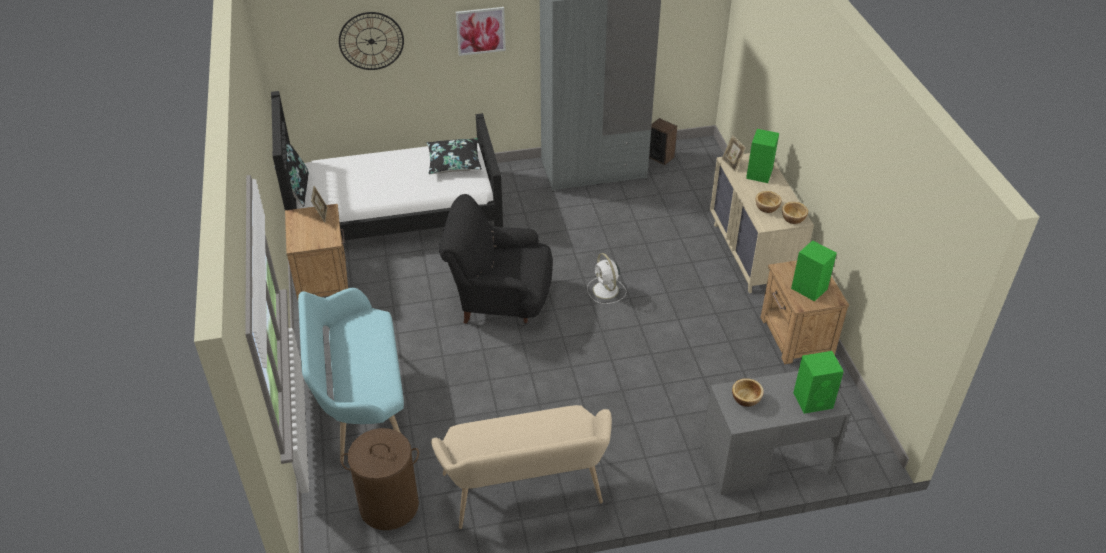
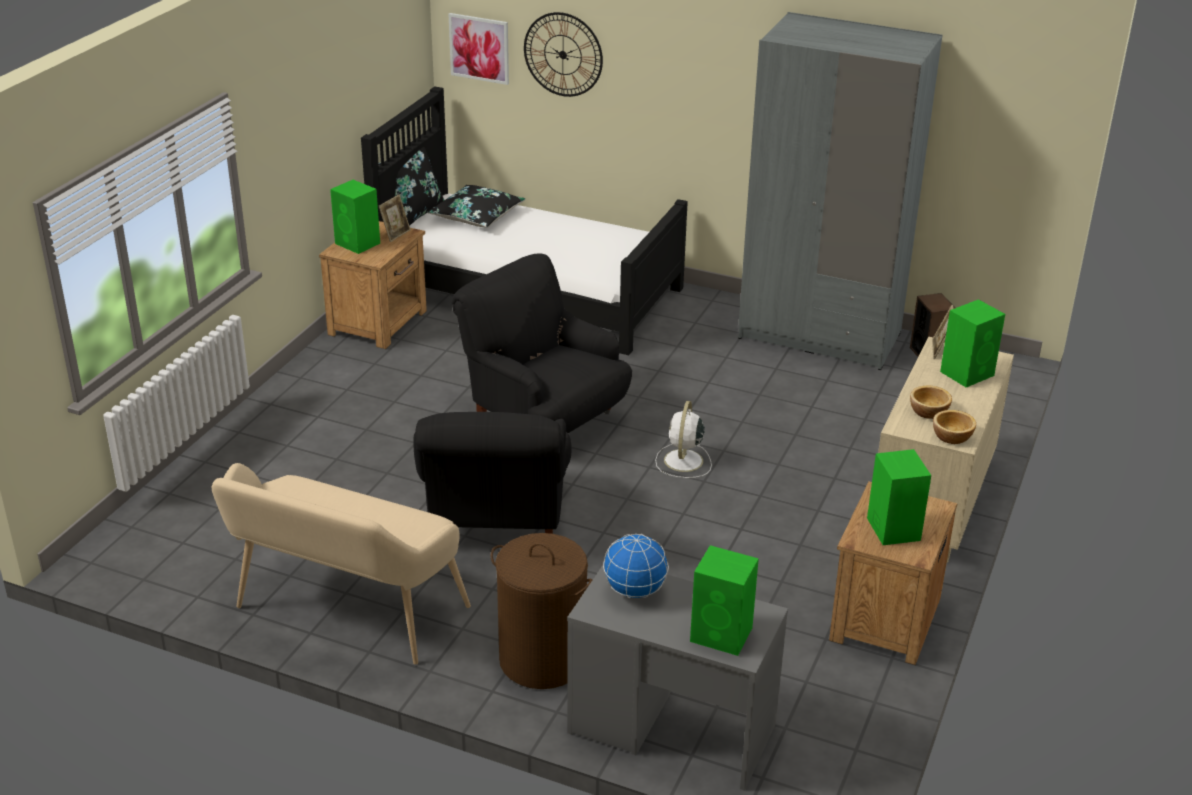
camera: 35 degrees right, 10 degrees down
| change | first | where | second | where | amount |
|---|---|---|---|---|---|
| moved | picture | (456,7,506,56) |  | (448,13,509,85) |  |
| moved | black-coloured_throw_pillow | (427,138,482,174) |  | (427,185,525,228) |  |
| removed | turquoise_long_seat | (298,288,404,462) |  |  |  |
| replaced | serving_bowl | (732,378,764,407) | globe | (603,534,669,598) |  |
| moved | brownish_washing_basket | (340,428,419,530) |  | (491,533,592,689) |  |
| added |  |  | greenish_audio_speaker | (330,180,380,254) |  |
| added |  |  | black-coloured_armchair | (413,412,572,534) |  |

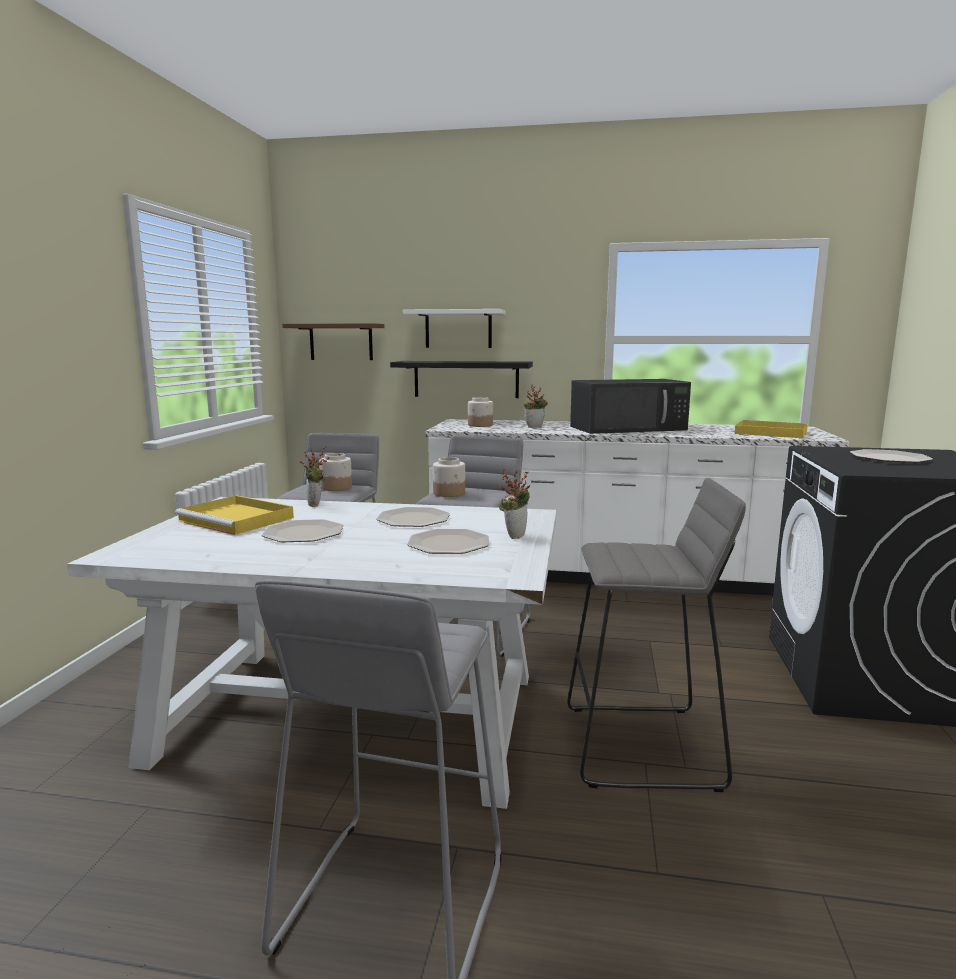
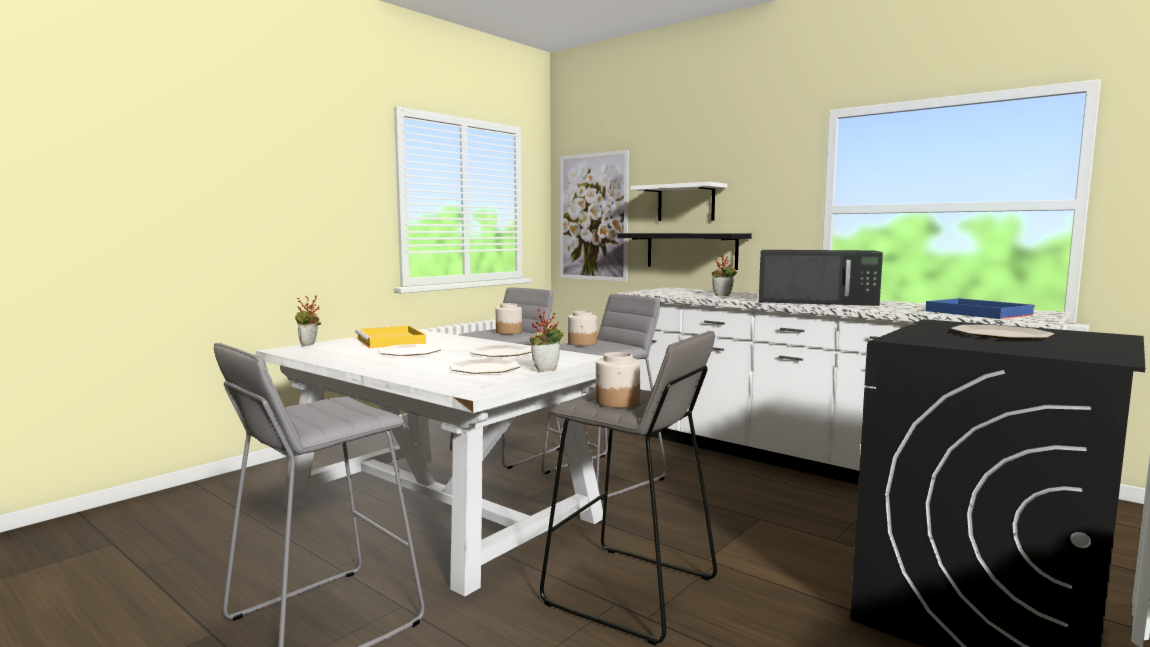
camera: 30 degrees right, 5 degrees down
| change | first | where | second | where | amount |
|---|---|---|---|---|---|
| replaced | brownish_shelf | (282,323,384,360) | picture | (560,150,629,282) |  |
| moved | jar | (468,397,493,427) |  | (596,352,641,408) |  |
| recoloured | yellow-coloured_tray | (735,420,808,438) | bluish_tray | (925,298,1035,319) |  |
| moved | plant_in_a_pot | (300,446,329,507) |  | (295,295,321,346) |  |

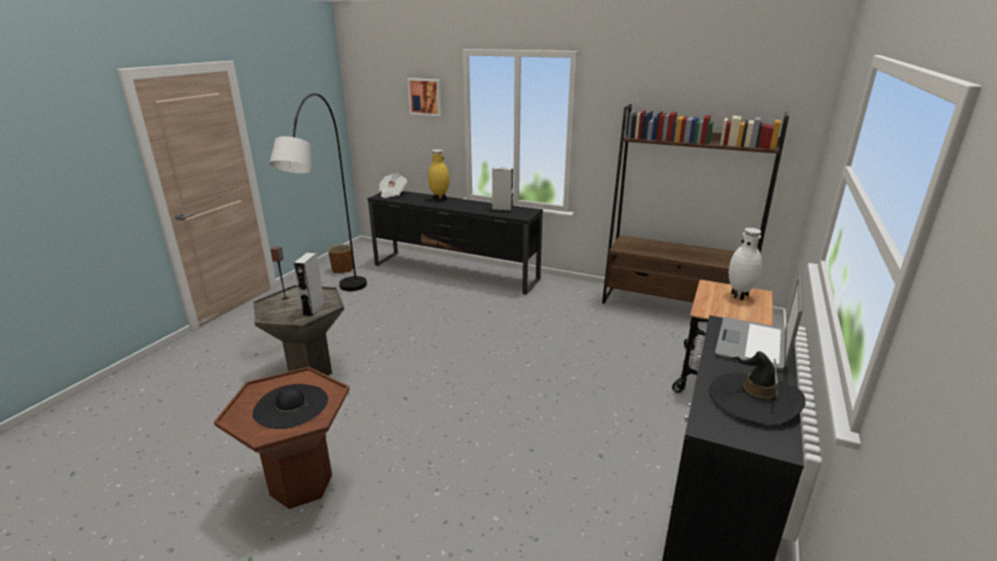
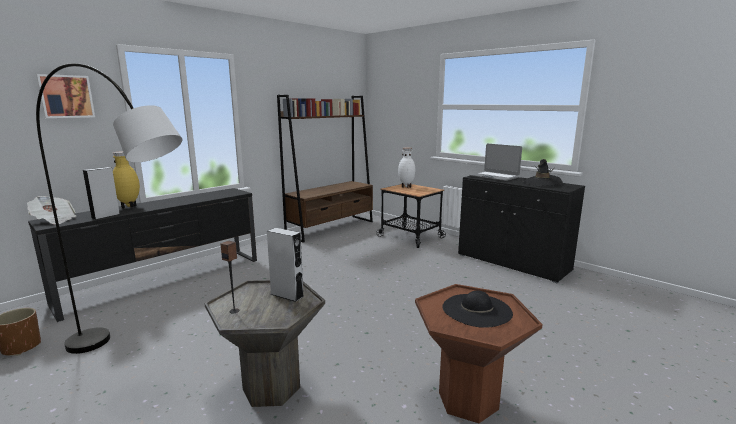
camera: 70 degrees left, 10 degrees down
| change | first | where | second | where | amount |
|---|---|---|---|---|---|
| moved | gray_audio_speaker | (492,167,513,211) |  | (83,167,120,220) |  |

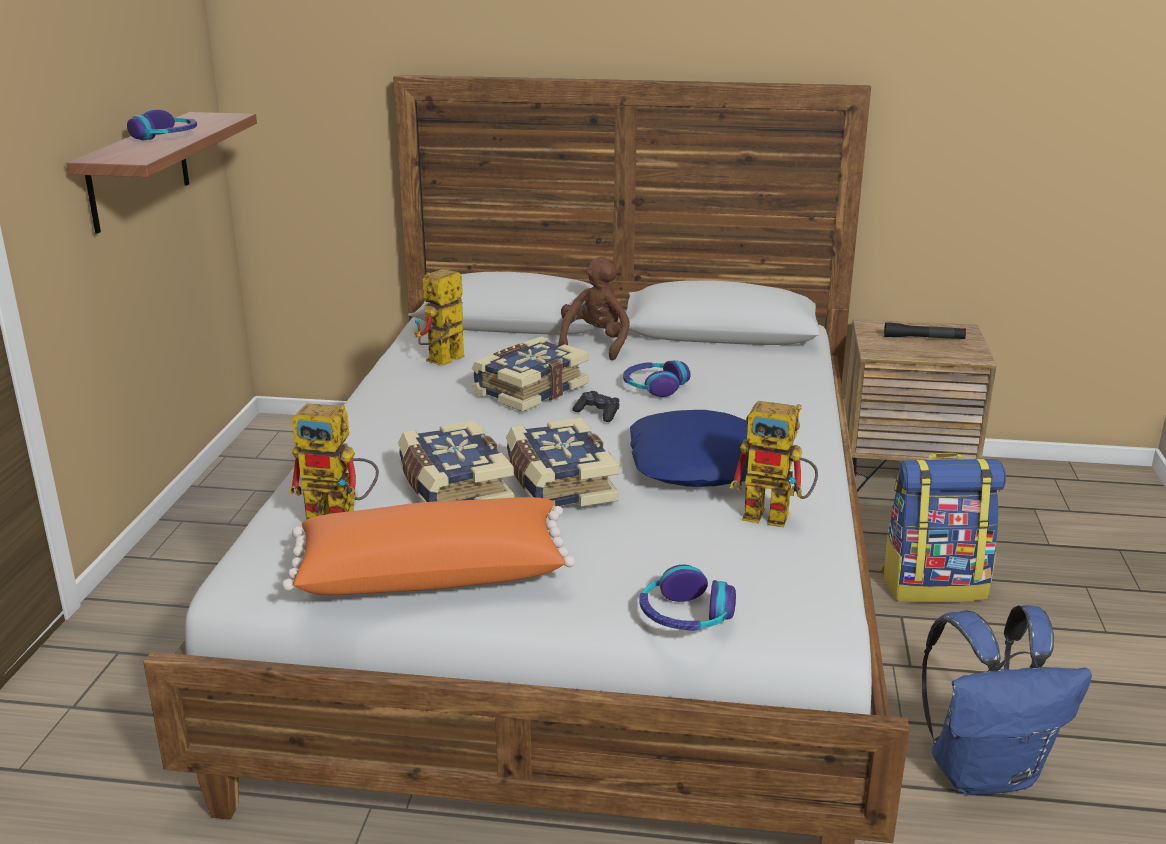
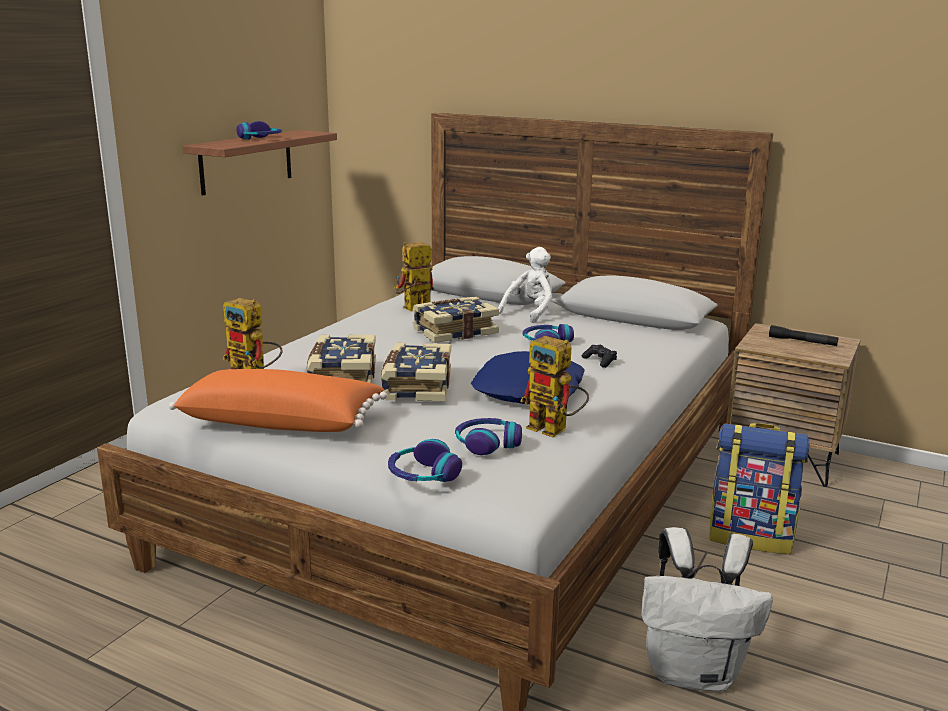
camera: 20 degrees right, 5 degrees down
| change | first | where | second | where | amount |
|---|---|---|---|---|---|
| recoloured | brownish_soft_toy | (558,257,630,361) | white_soft_toy | (498,247,552,323) |  |
| moved | black-coloured_game_controller | (573,391,620,422) |  | (582,345,617,368) |  |
| recoloured | bluish_rucksack | (922,605,1092,796) | white_rucksack | (641,527,773,691) |  |
| added |  |  | pair_of_headphones | (455,418,522,455) |  |

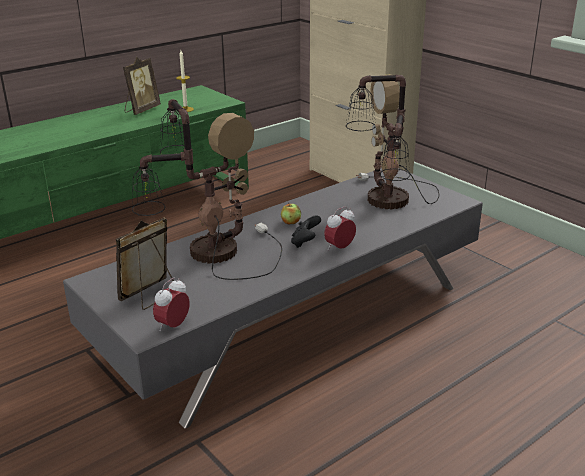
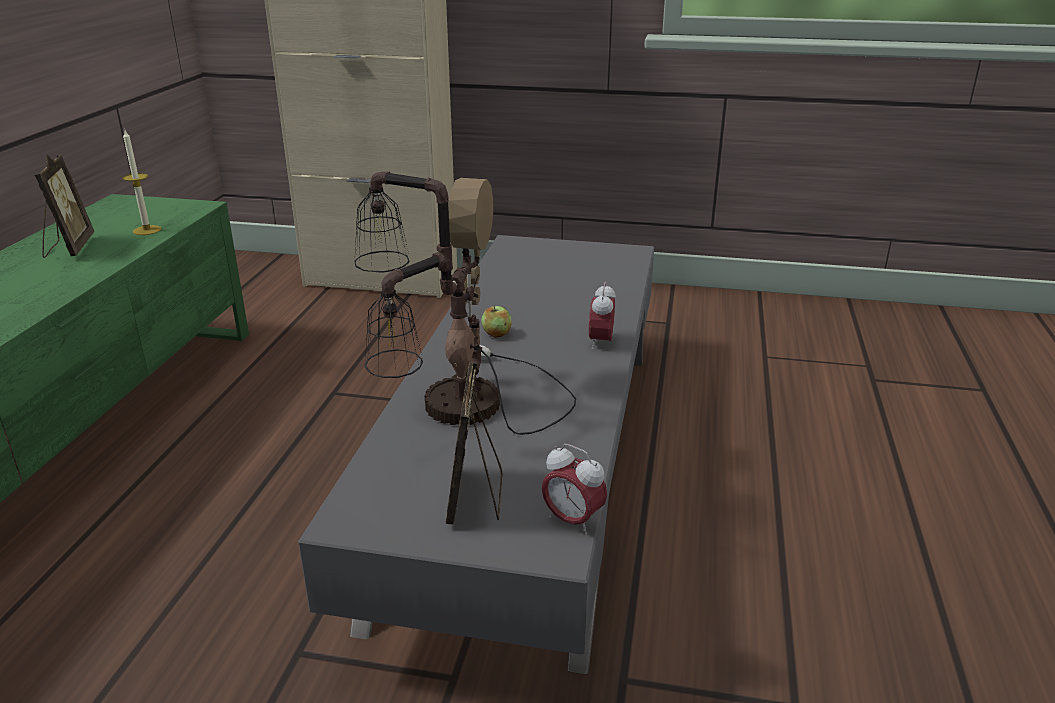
camera: 40 degrees left, 0 degrees up
| change | first | where | second | where | amount |
|---|---|---|---|---|---|
| removed | table_lamp | (346,74,439,210) |  |  |  |
| removed | black-coloured_game_controller | (291,216,321,248) |  |  |  |
| turned | alarm_clock | (153,278,190,331) |  | (542,444,607,535) | 45 degrees counterclockwise |

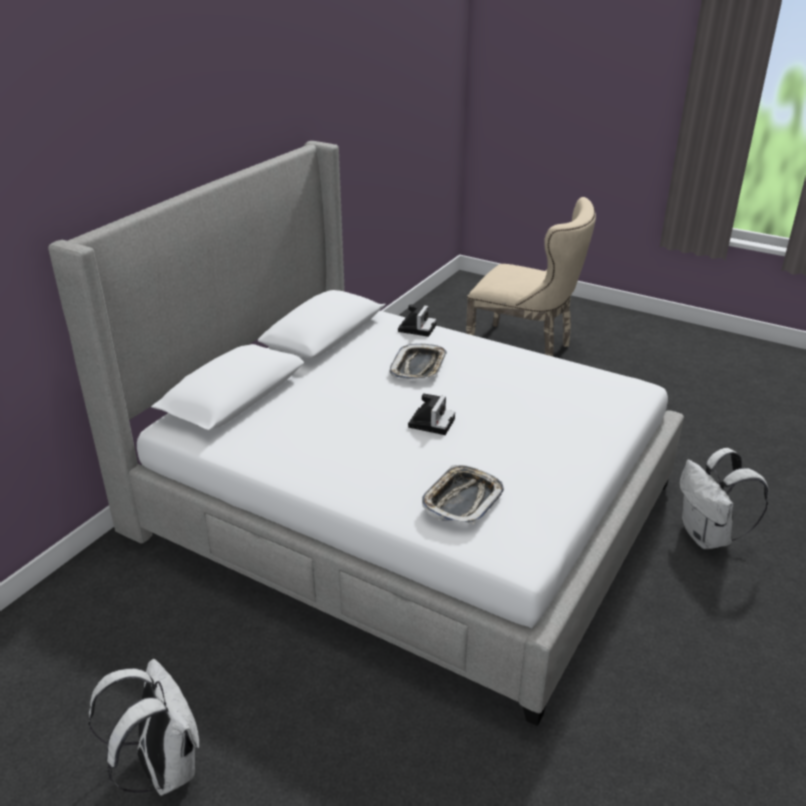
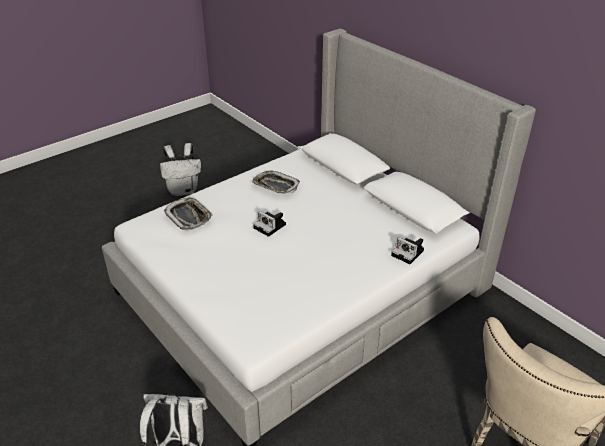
camera: 110 degrees right, 5 degrees up
| change | first | where | second | where | amount |
|---|---|---|---|---|---|
| moved | tray | (390,344,447,380) |  | (252,171,300,194) |  |

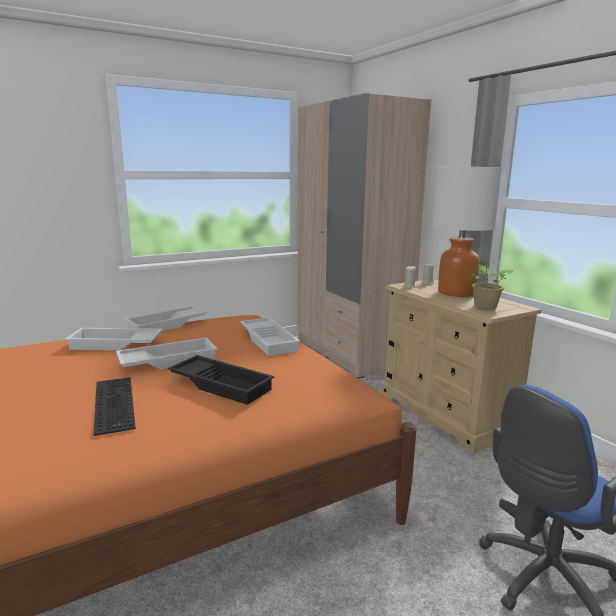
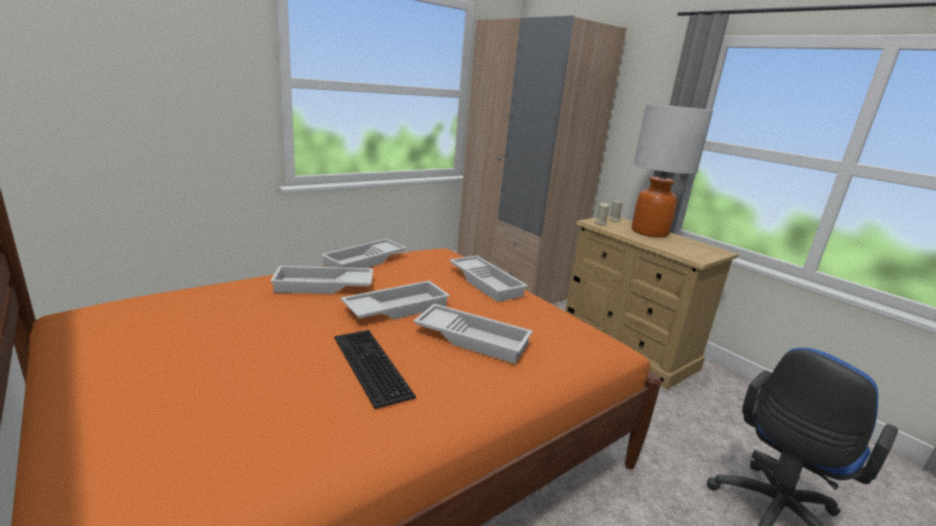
camera: 10 degrees left, 5 degrees up
| change | first | where | second | where | amount |
|---|---|---|---|---|---|
| removed | plant_in_a_pot | (470,260,513,309) |  |  |  |
| recoloured | black-coloured_tray | (168,355,274,405) | white_tray | (413,304,533,364) |  |

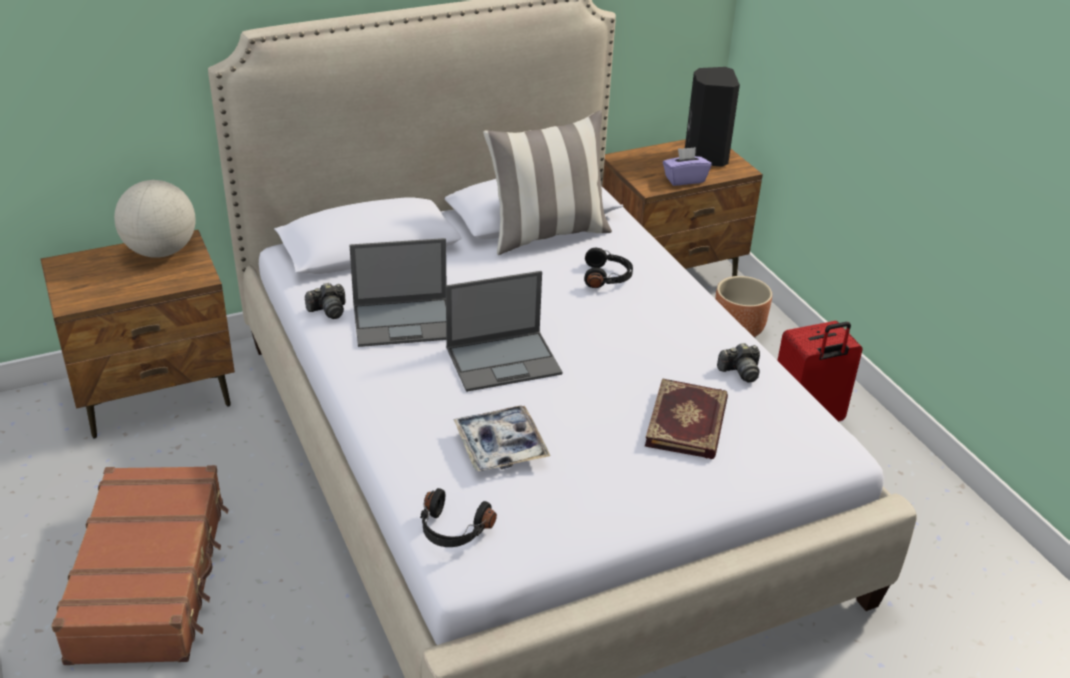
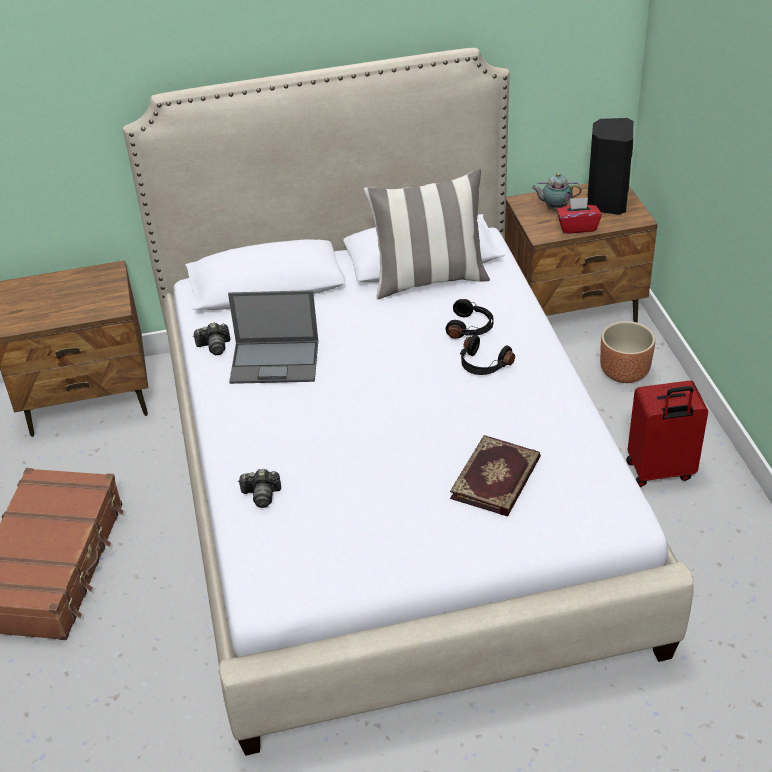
camera: 15 degrees right, 5 degrees up
| change | first | where | second | where | amount |
|---|---|---|---|---|---|
| recoloured | purple_box_of_tissues | (663,147,712,186) | red-coloured_box_of_tissues | (557,198,602,234) |  |
| removed | globe | (114,180,196,258) |  |  |  |
| removed | notebook_computer | (446,271,562,392) |  |  |  |
| moved | photo_camera | (717,343,760,382) |  | (238,469,281,508) |  |
| removed | tray | (453,405,550,471) |  |  |  |
| moved | black-coloured_pair_of_headphones | (420,488,497,547) |  | (460,335,515,375) |  |
| added |  |  | teapot | (531,173,582,211) |  |

